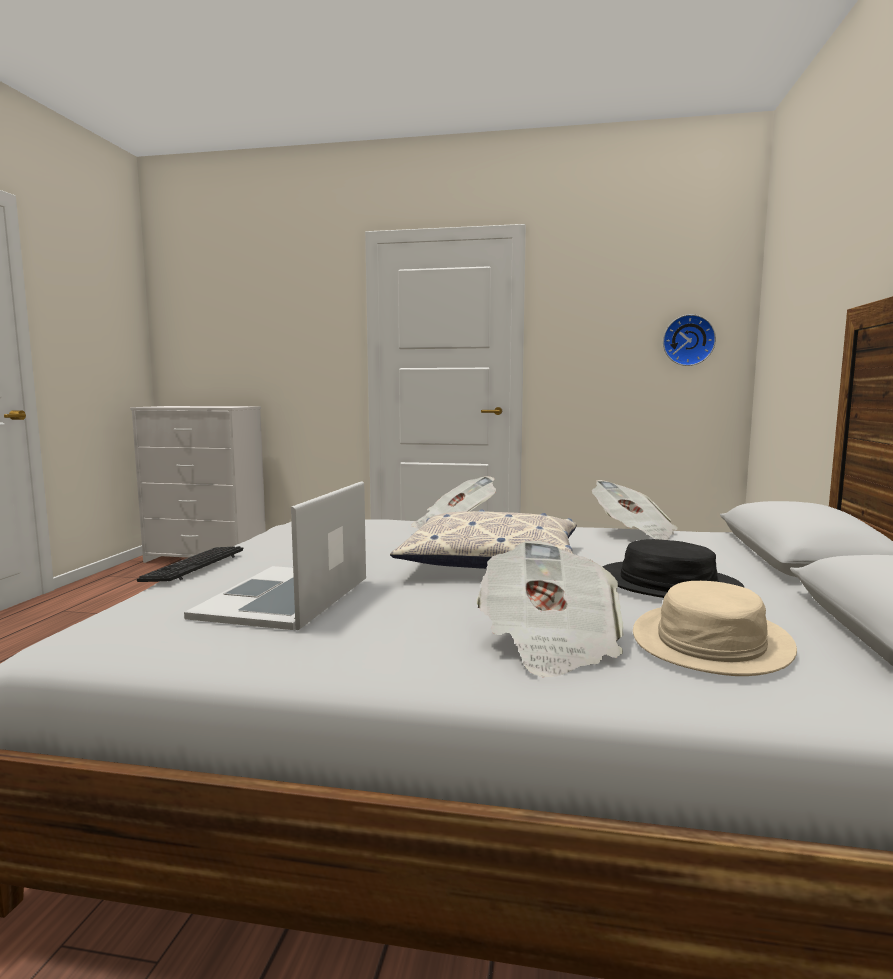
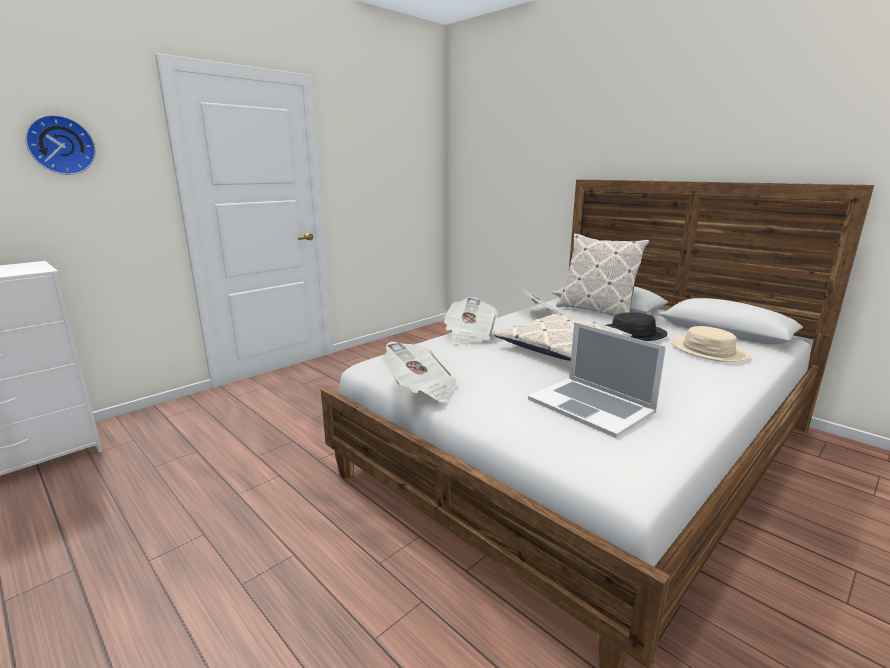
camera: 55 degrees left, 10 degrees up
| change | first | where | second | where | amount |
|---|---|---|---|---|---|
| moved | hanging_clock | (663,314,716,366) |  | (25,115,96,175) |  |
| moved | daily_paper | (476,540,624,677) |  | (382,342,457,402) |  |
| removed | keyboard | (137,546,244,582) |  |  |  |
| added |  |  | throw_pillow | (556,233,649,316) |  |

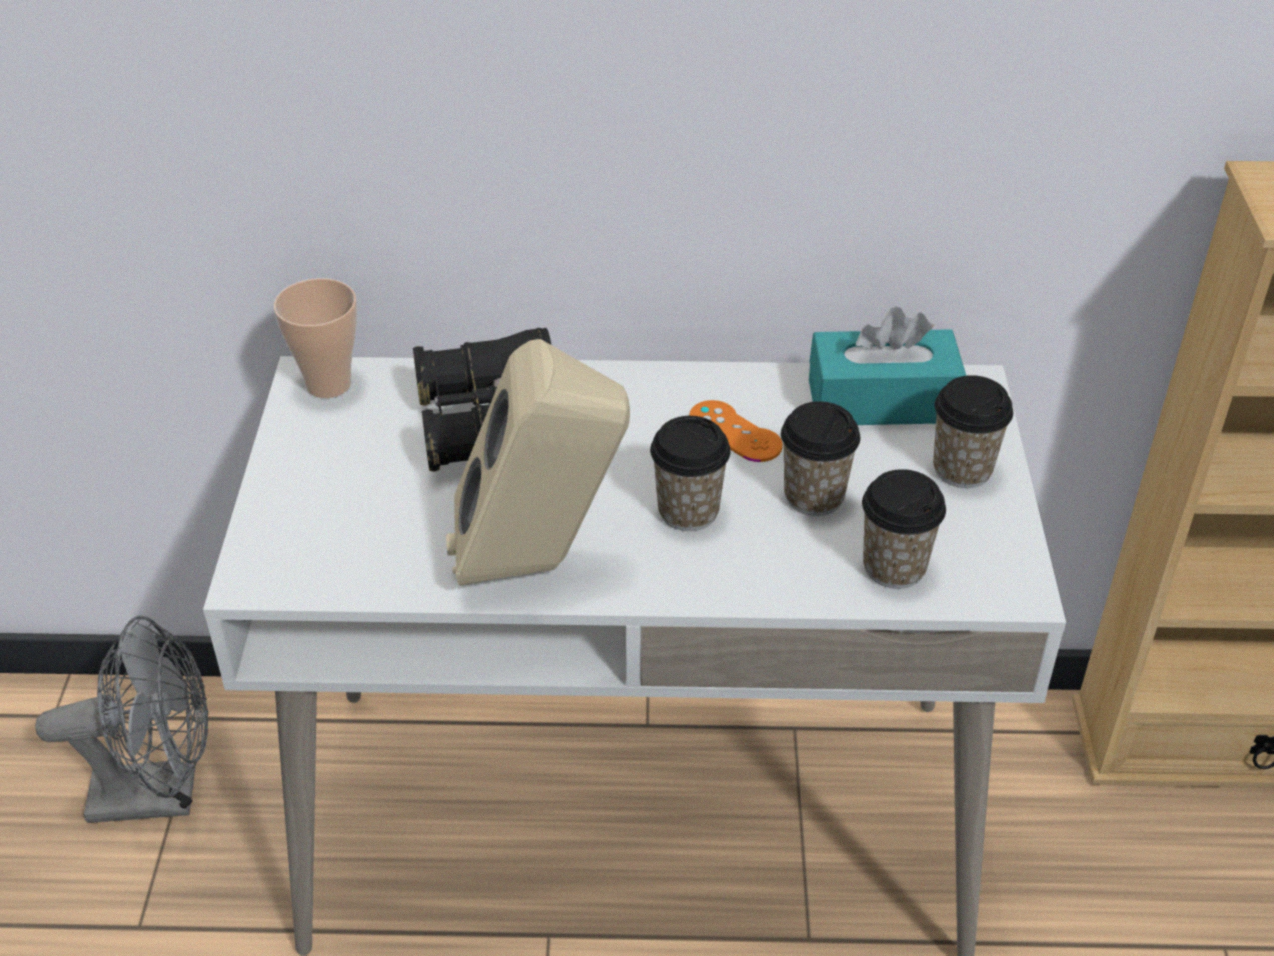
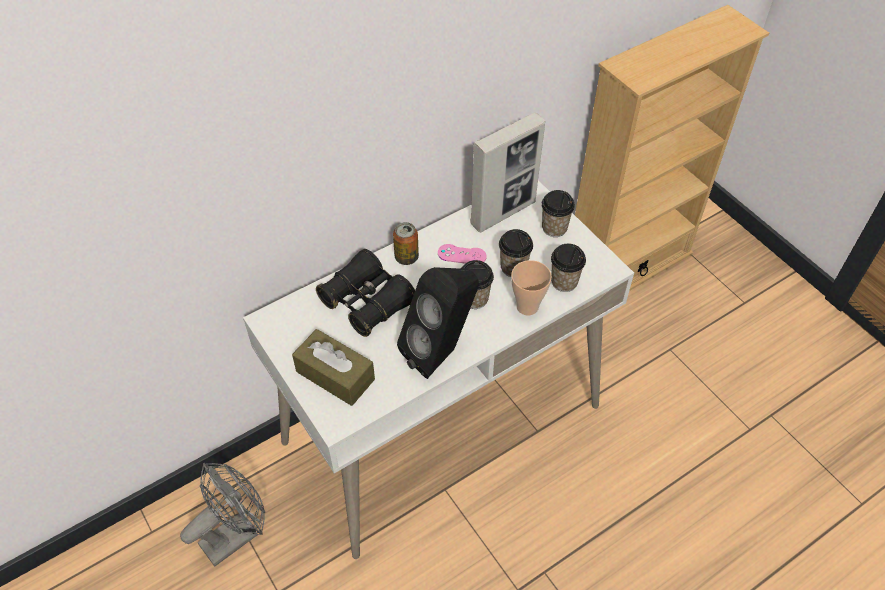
camera: 35 degrees left, 10 degrees up
| change | first | where | second | where | amount |
|---|---|---|---|---|---|
| moved | cup | (273,278,357,398) |  | (511,260,552,316) |  |
| replaced | turquoise_box_of_tissues | (809,307,966,425) | standing_frame | (470,112,545,232) |  |
| recoloured | beige_audio_speaker | (446,339,630,586) | black-coloured_audio_speaker | (397,267,479,379) |  |
| recoloured | orange_game_controller | (689,400,783,462) | pink-coloured_game_controller | (438,244,487,264) |  |
| added |  |  | metal_can | (393,222,419,265) |  |
| added |  |  | brownish_box_of_tissues | (292,329,375,406) |  |

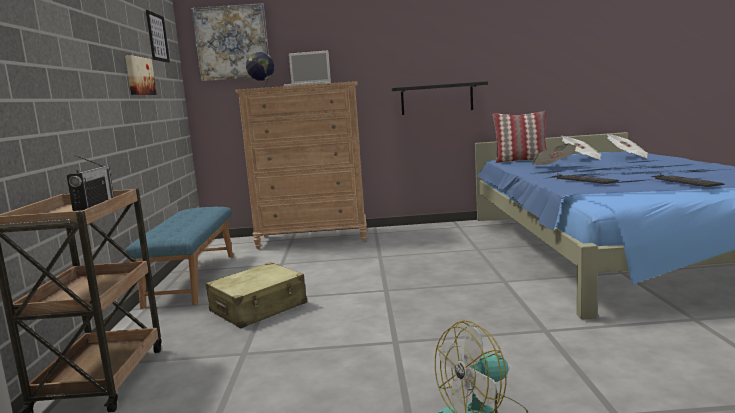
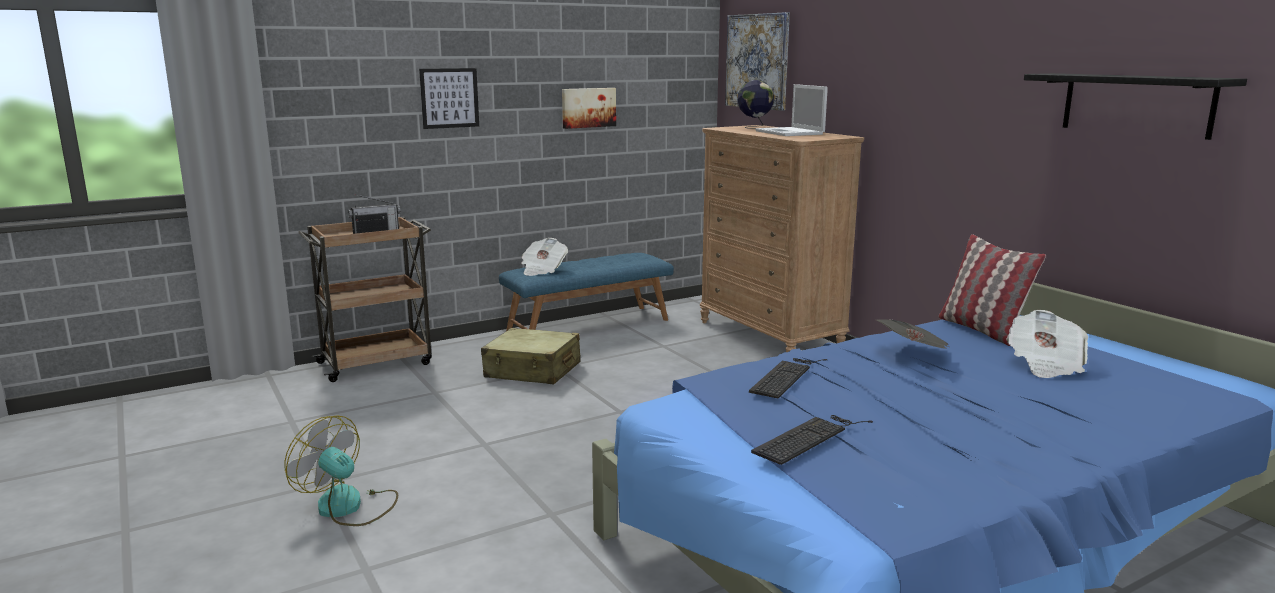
camera: 60 degrees right, 5 degrees up
| change | first | where | second | where | amount |
|---|---|---|---|---|---|
| moved | picture | (146,10,170,63) |  | (419,68,479,129) |  |
| moved | black-coloured_shelf | (391,81,488,115) |  | (1024,73,1247,140) |  |
| moved | daily_paper | (607,134,648,158) |  | (521,238,568,276) |  |

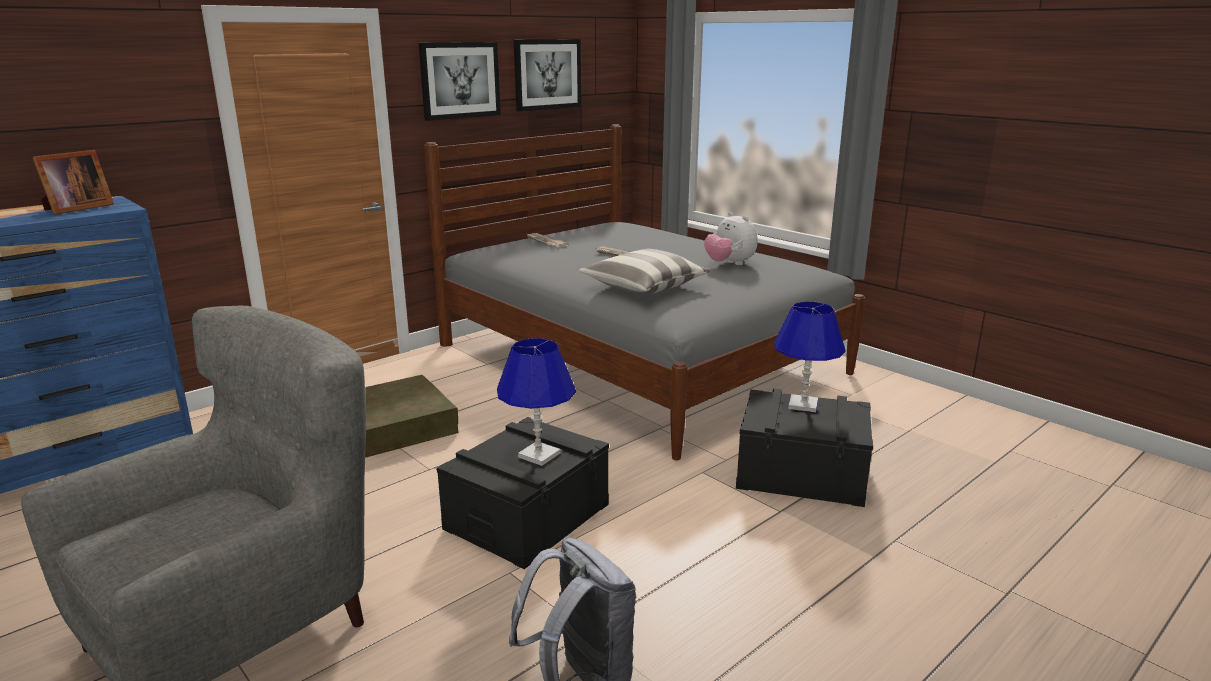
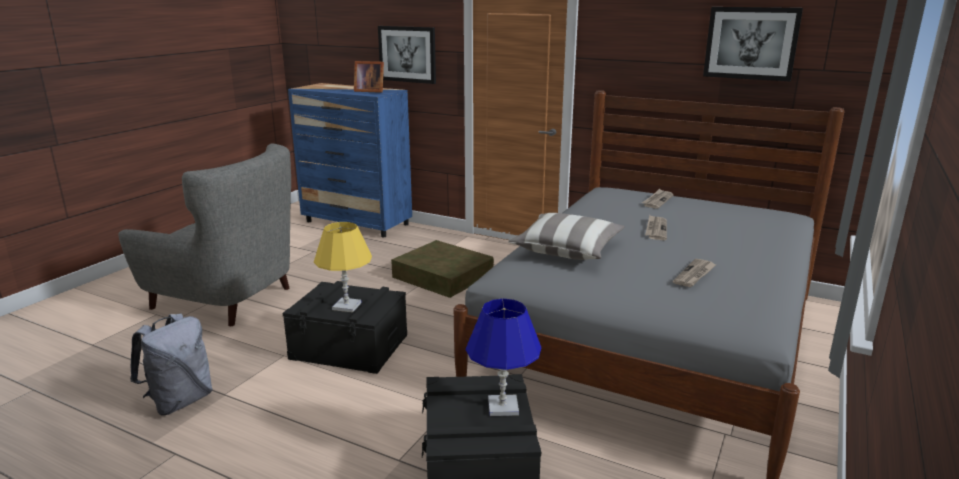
camera: 70 degrees right, 0 degrees up
| change | first | where | second | where | amount |
|---|---|---|---|---|---|
| moved | picture | (419,42,501,121) |  | (378,26,436,84) |  |
| replaced | soft_toy | (704,212,758,265) | daily_paper | (673,259,716,287) |  |
| recoloured | bluish_table_lamp | (497,338,576,466) | yellow-coloured_table_lamp | (314,222,372,313) |  |

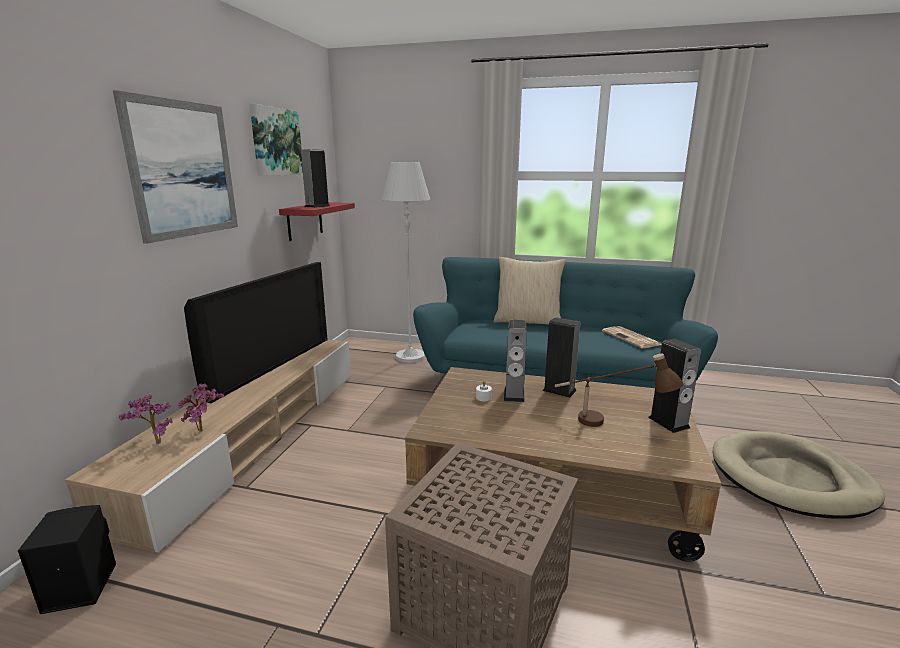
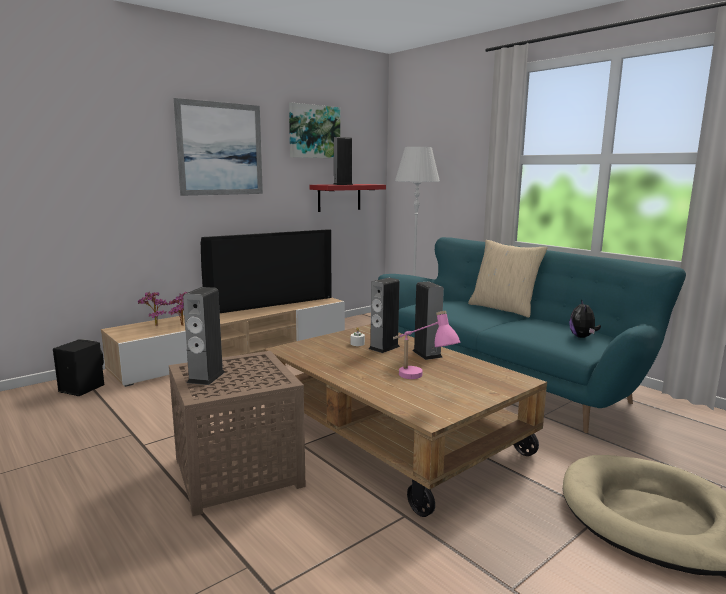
camera: 35 degrees right, 5 degrees down
| change | first | where | second | where | amount |
|---|---|---|---|---|---|
| replaced | daily_paper | (602,326,662,348) | soft_toy | (569,300,601,338) |  |
| moved | audio_speaker | (648,339,701,433) |  | (183,287,225,385) |  |
| recoloured | brownish_table_lamp | (555,354,683,427) | pink-coloured_table_lamp | (393,311,461,379) |  |

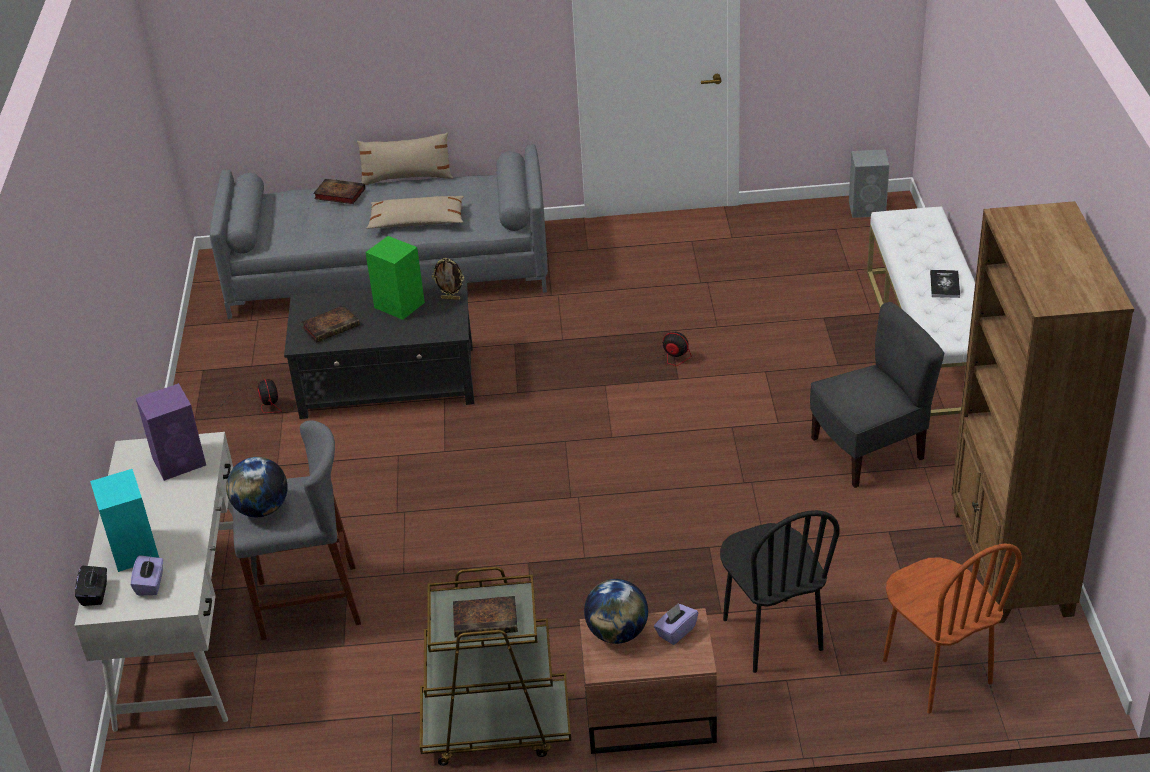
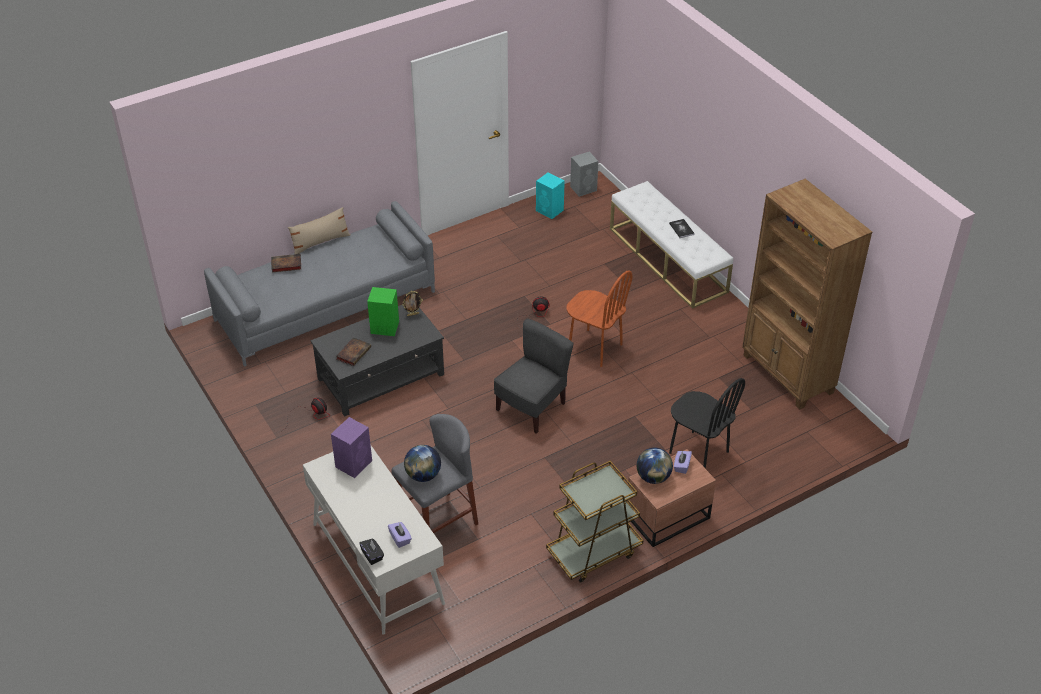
camera: 30 degrees left, 5 degrees up
| change | first | where | second | where | amount |
|---|---|---|---|---|---|
| removed | beige_throw_pillow | (367,196,464,229) |  |  |  |
| moved | gray_plain_chair | (810,302,944,488) |  | (494,319,574,434) |  |
| moved | turquoise_audio_speaker | (90,469,159,572) |  | (536,172,565,219) |  |
| moved | brownish_plain_chair | (883,544,1022,714) |  | (566,270,632,367) |  |
| removed | bound_book | (453,596,518,637) |  |  |  |

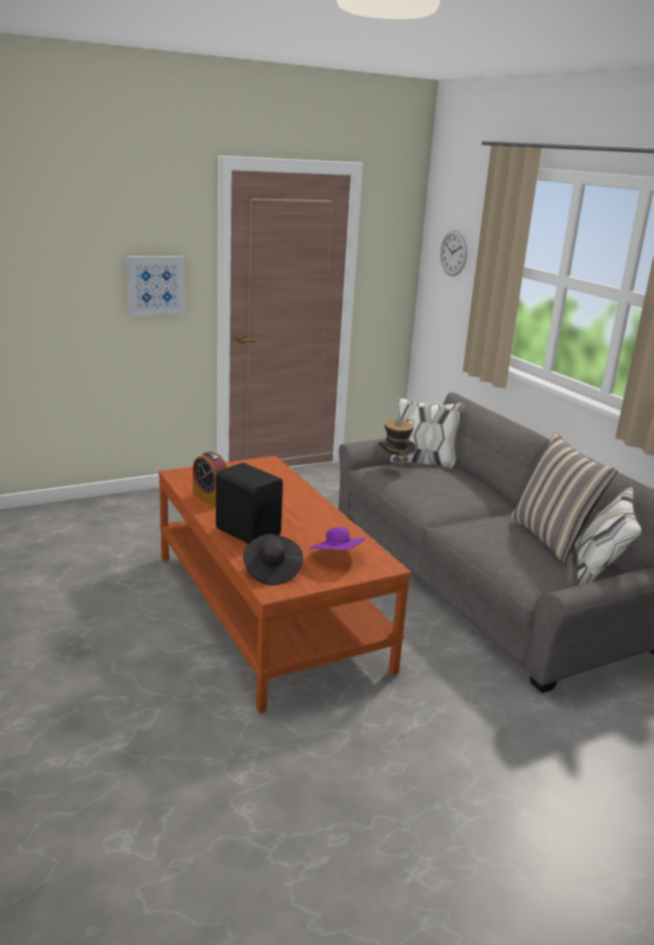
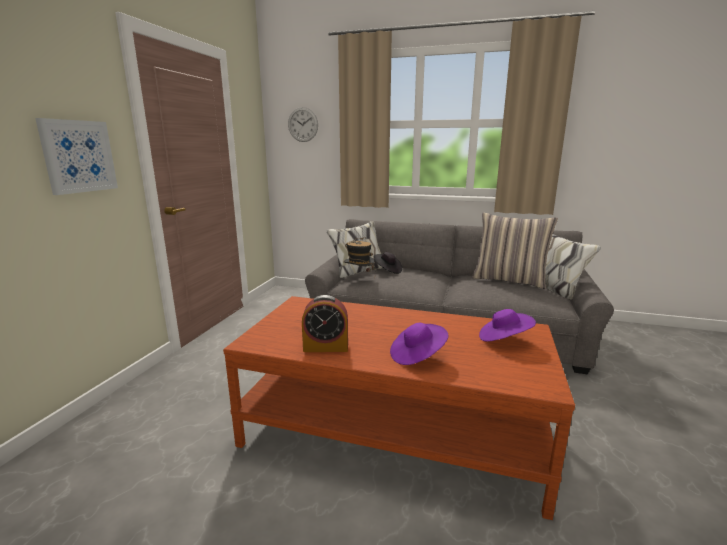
camera: 45 degrees left, 5 degrees down
| change | first | where | second | where | amount |
|---|---|---|---|---|---|
| replaced | black-coloured_audio_speaker | (216,463,283,544) | purple_clothing_hat | (390,323,449,365) |  |
| moved | black-coloured_clothing_hat | (243,534,303,585) |  | (374,252,402,274) |  |

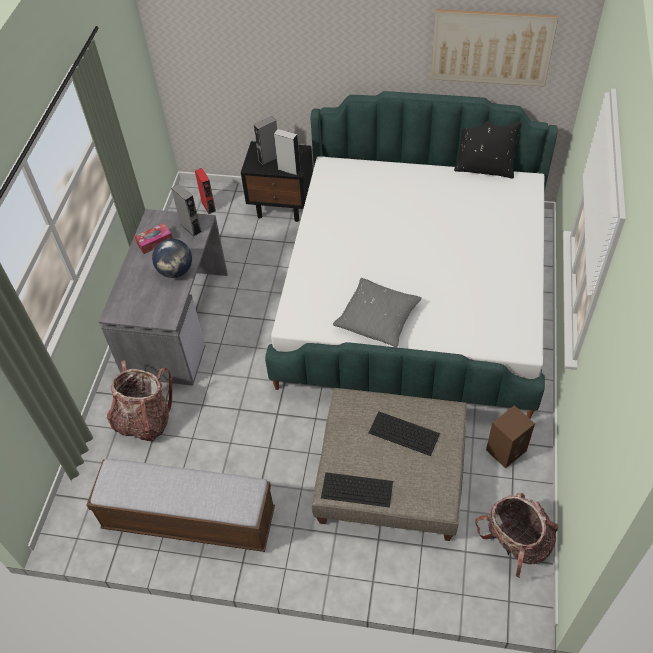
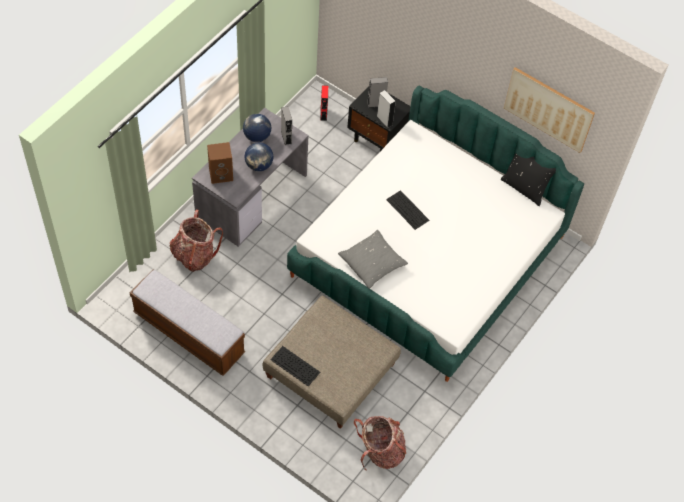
camera: 20 degrees right, 5 degrees up
| change | first | where | second | where | amount |
|---|---|---|---|---|---|
| replaced | box_of_tissues | (135,223,173,254) | globe | (243,114,271,142) |  |
| moved | brownish_audio_speaker | (486,405,535,468) |  | (207,142,233,184) |  |
| moved | keyboard | (368,411,440,456) |  | (386,190,430,230) |  |

